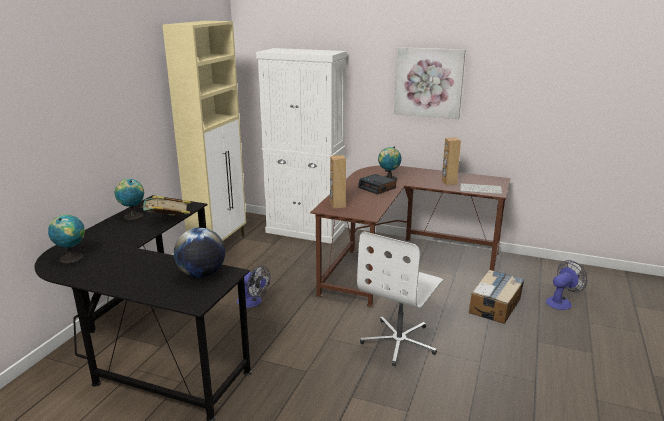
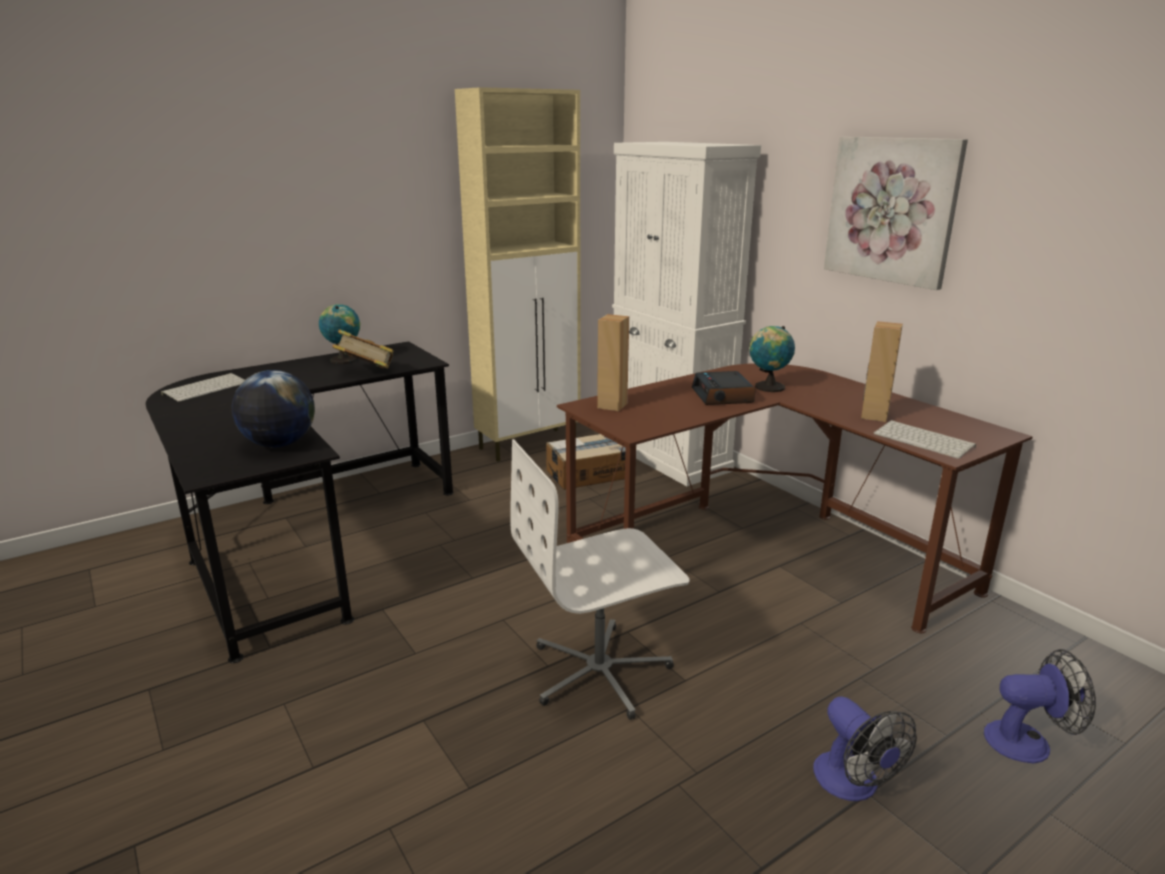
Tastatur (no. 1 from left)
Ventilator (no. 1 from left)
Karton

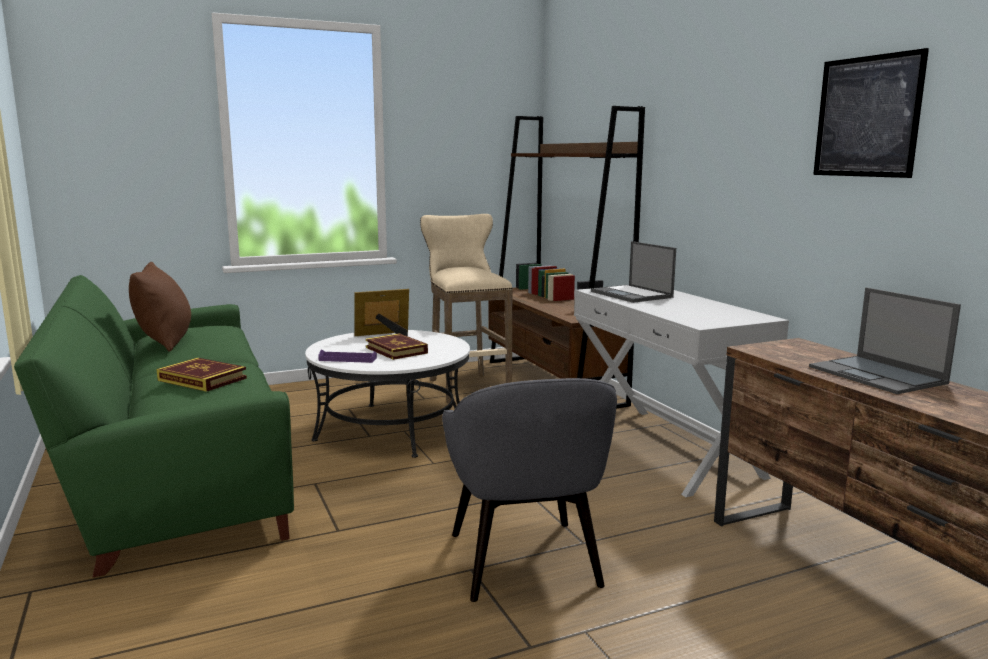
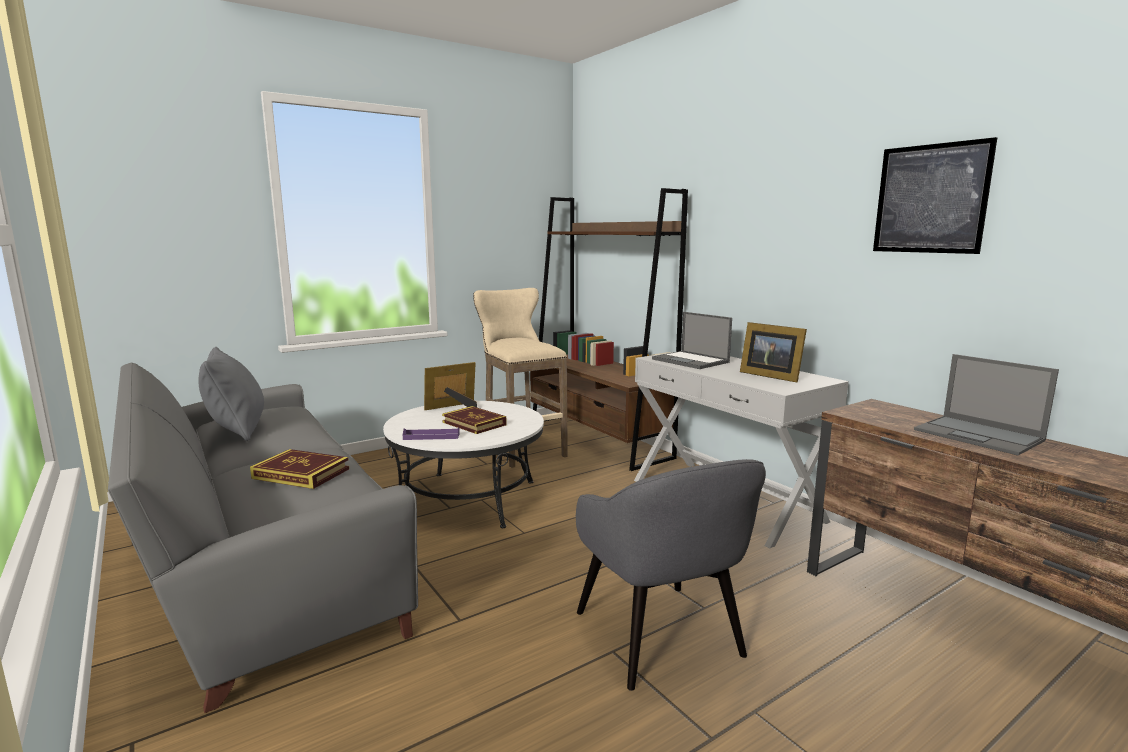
Sofa/grau
Kissen/grau
Bilderrahmen (no. 2 from left)

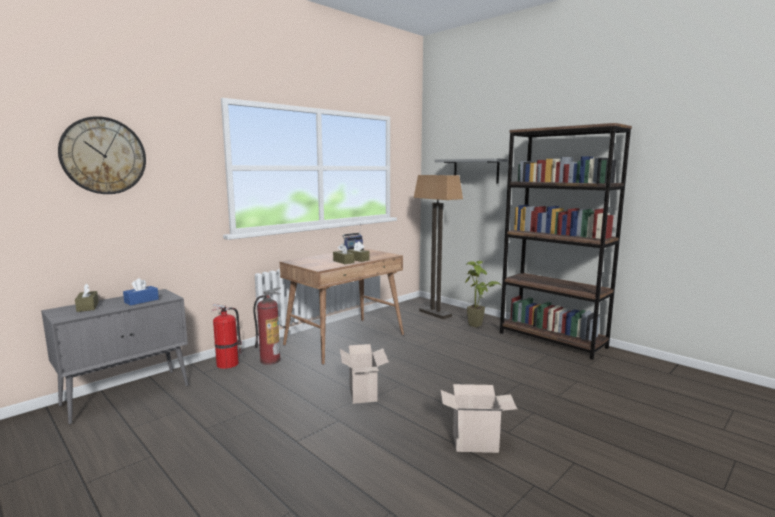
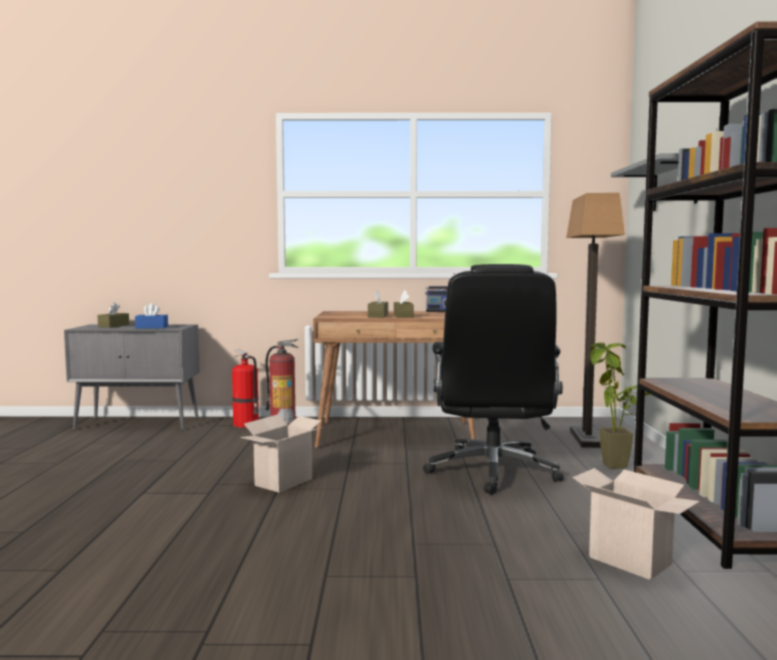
Wanduhr
Karton (no. 2 from left)
Bürostuhl/schwarz

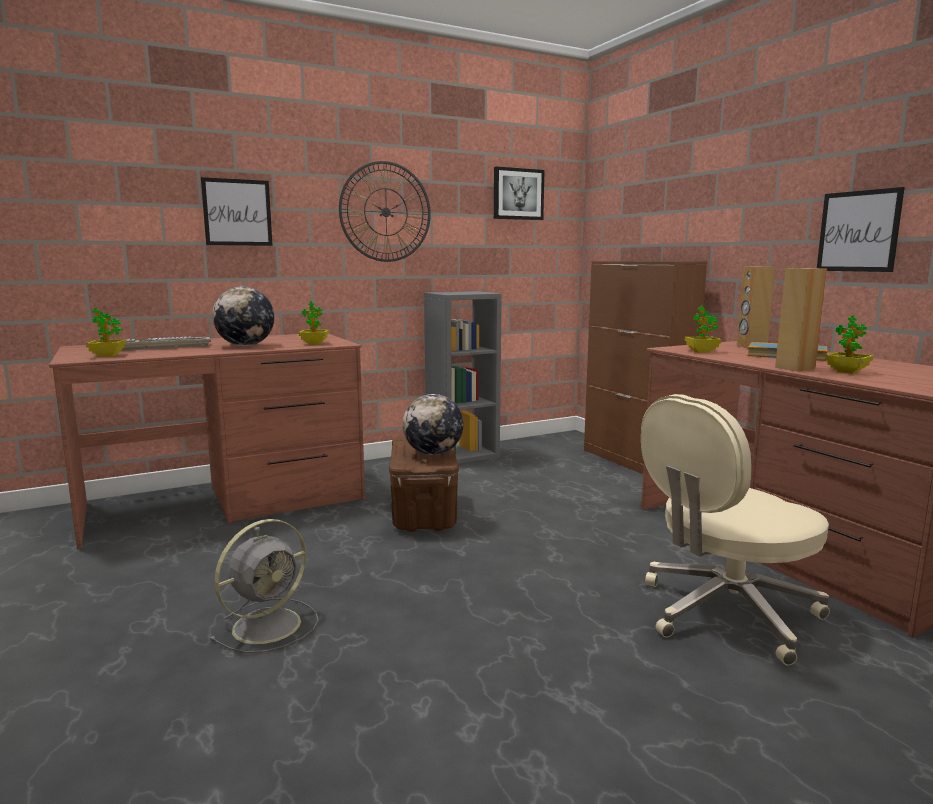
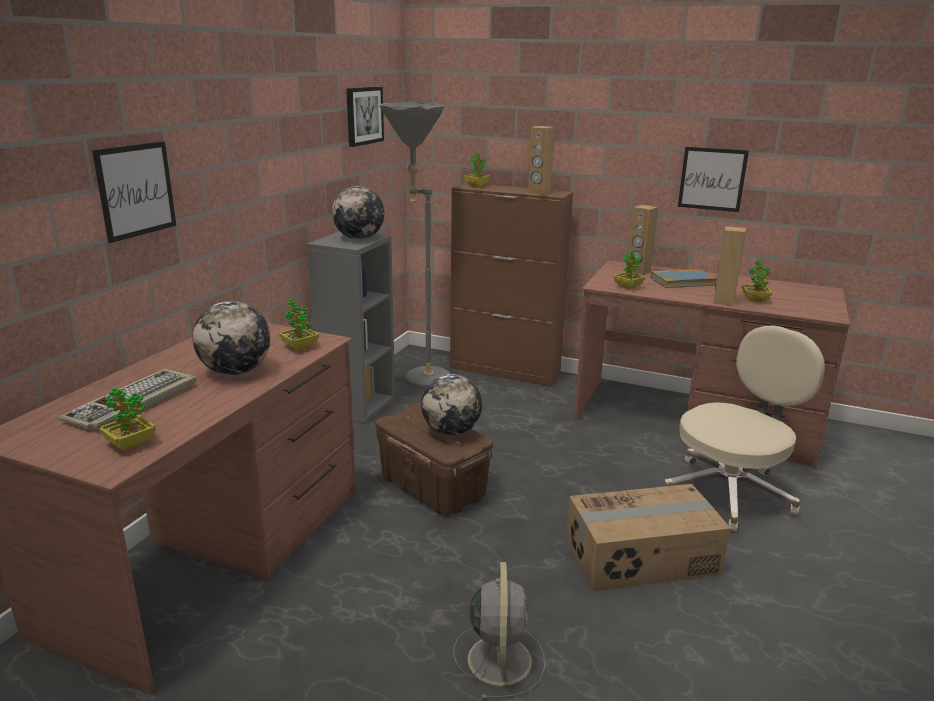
Wanduhr
Bürostuhl/beige
Globus (no. 2 from left)
Stehlampe/grau
Topfpflanze (no. 3 from left)
Lautsprecher/braun (no. 1 from left)
Karton

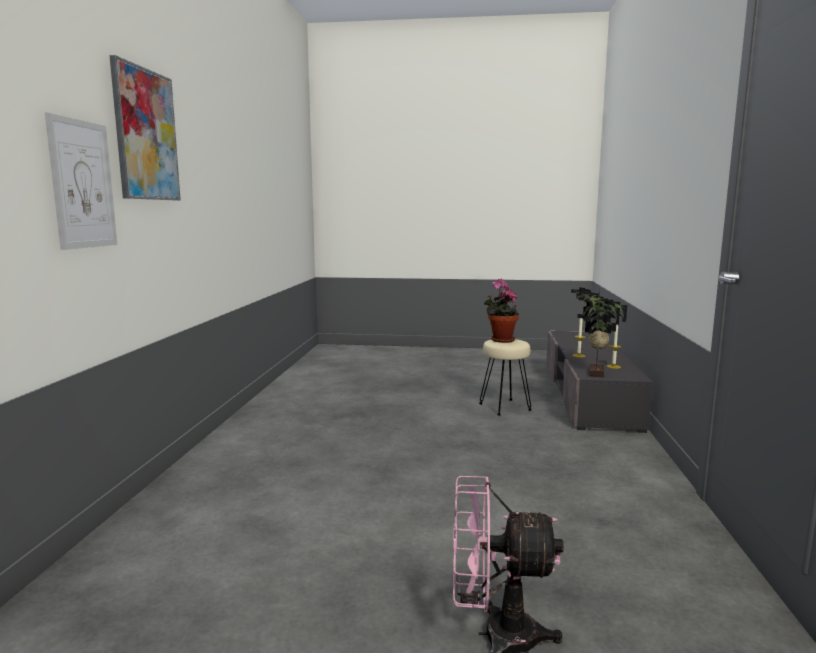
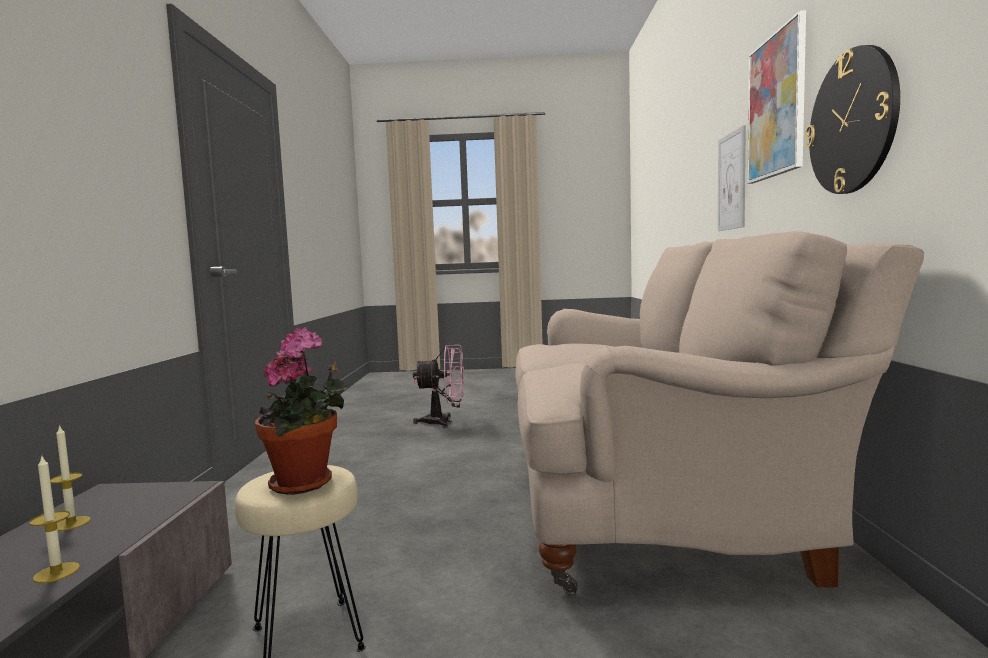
Topfpflanze (no. 2 from left in the first image)
Sofa/beige
Wanduhr

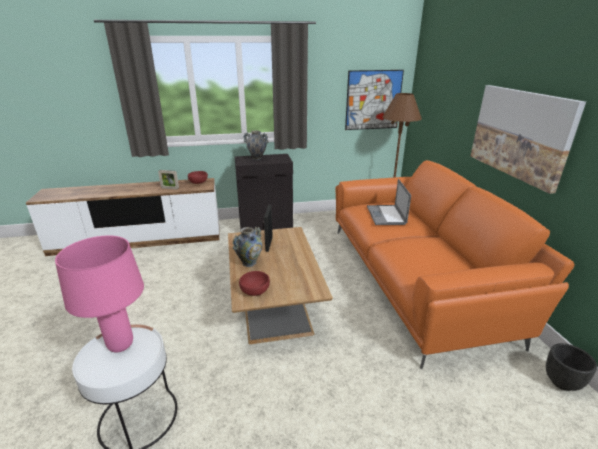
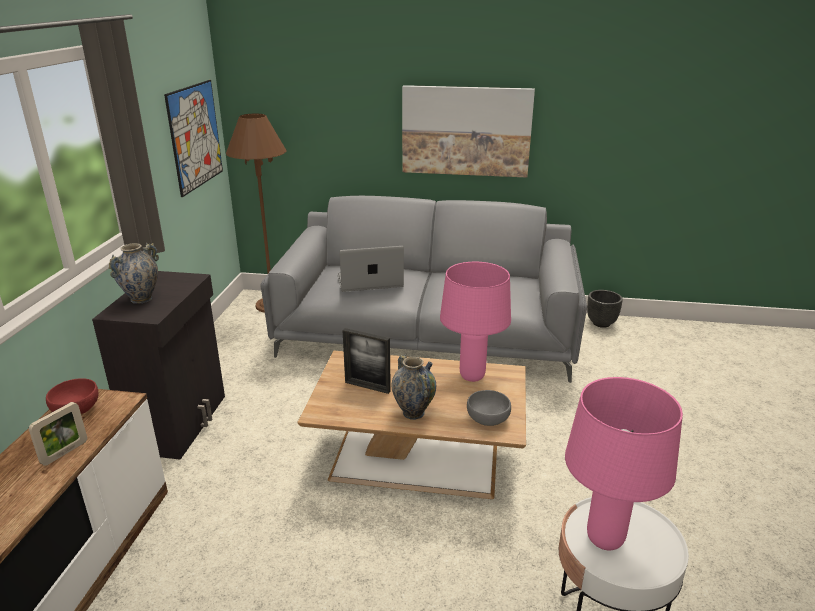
Schüssel/grau
Sofa/grau
Laptop
Tischlampe/rosa (no. 1 from left)

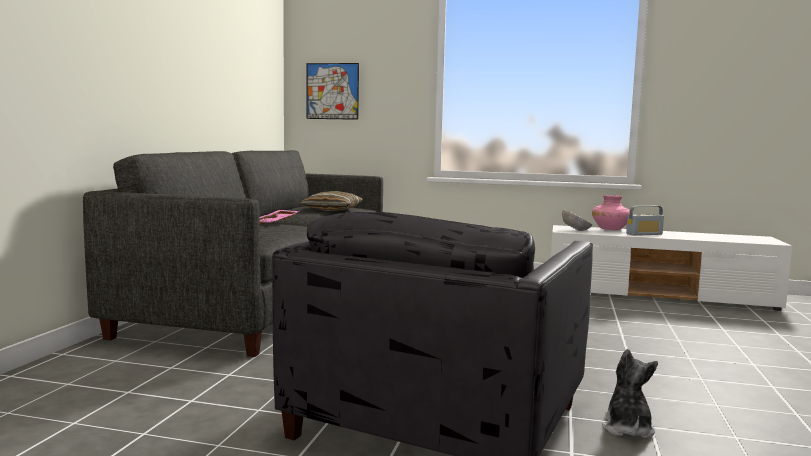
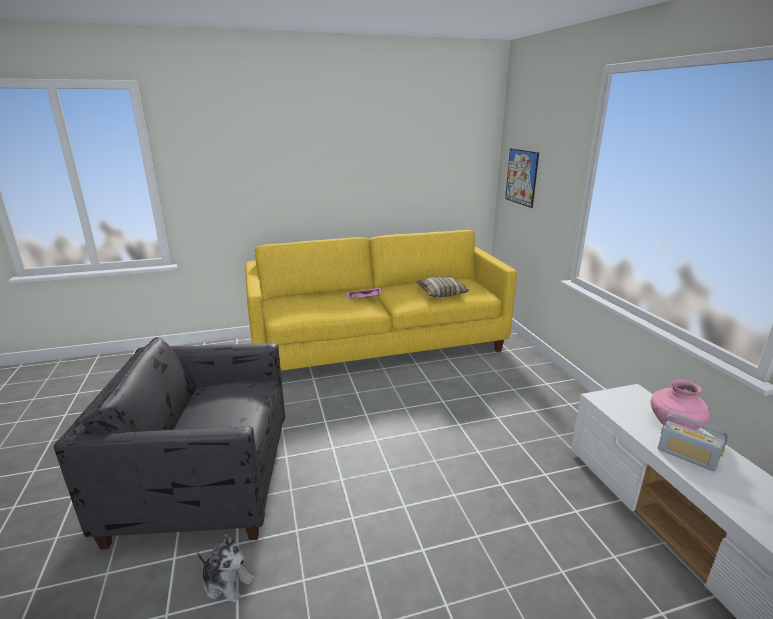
Sofa/gelb
Schüssel
Plüschtier

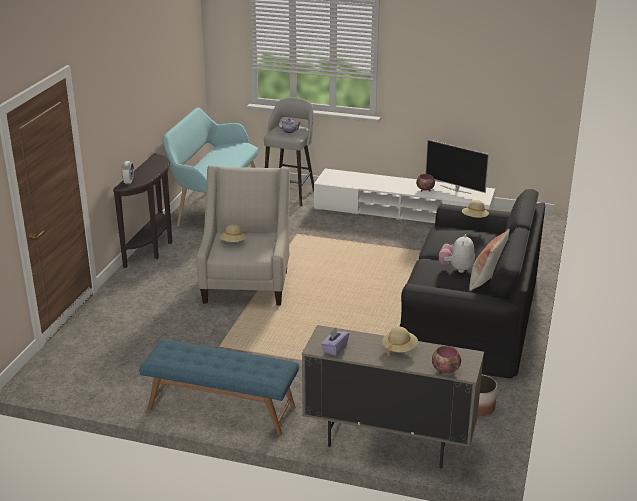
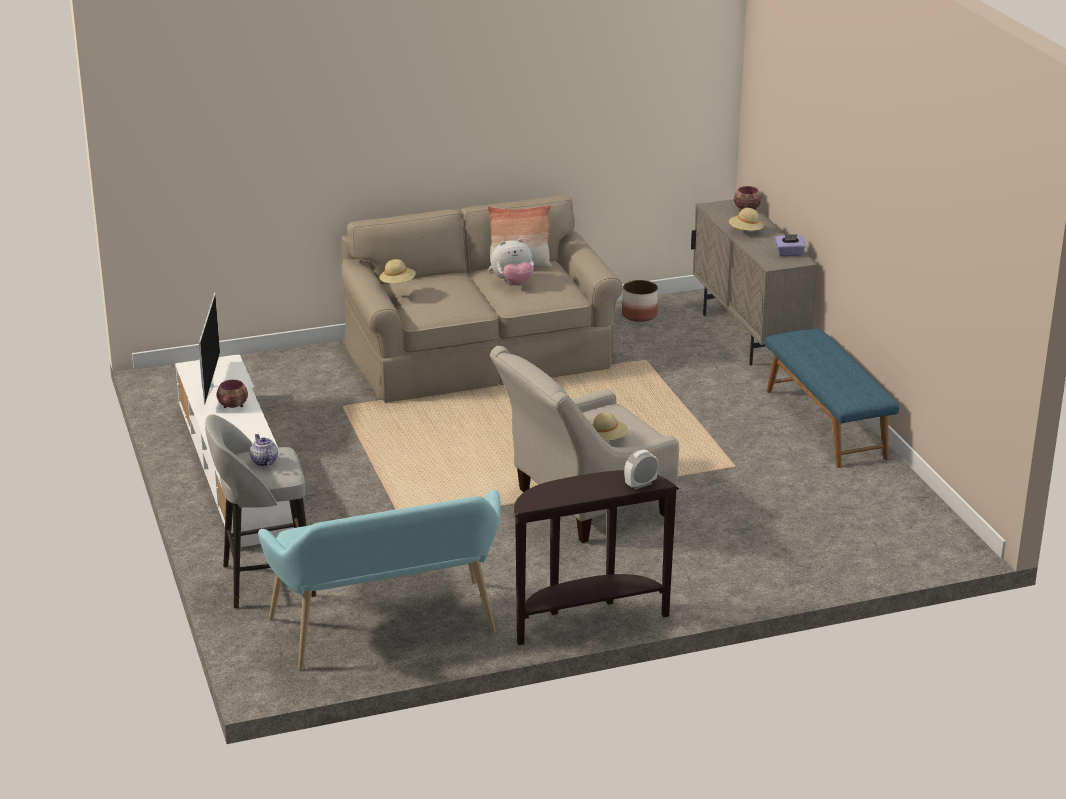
Sofa/beige

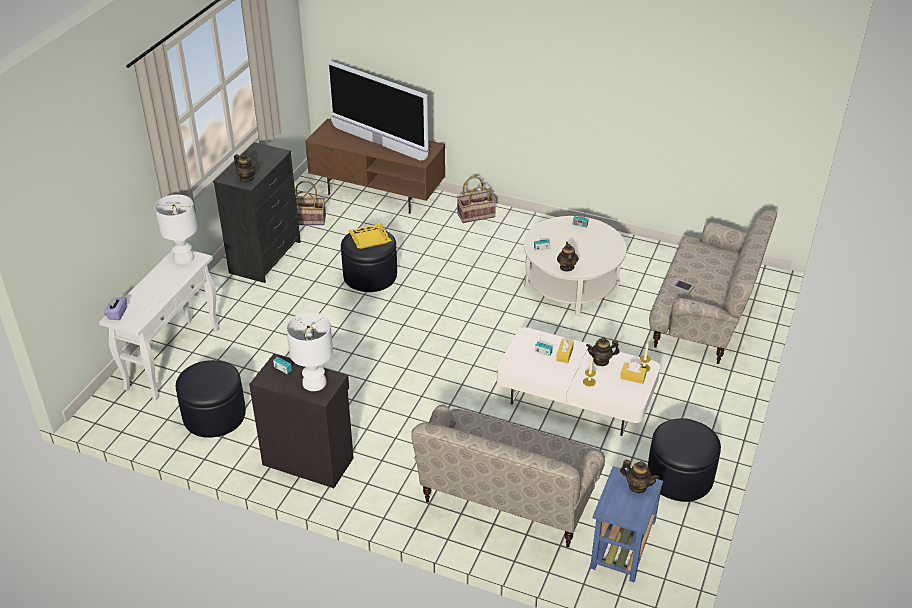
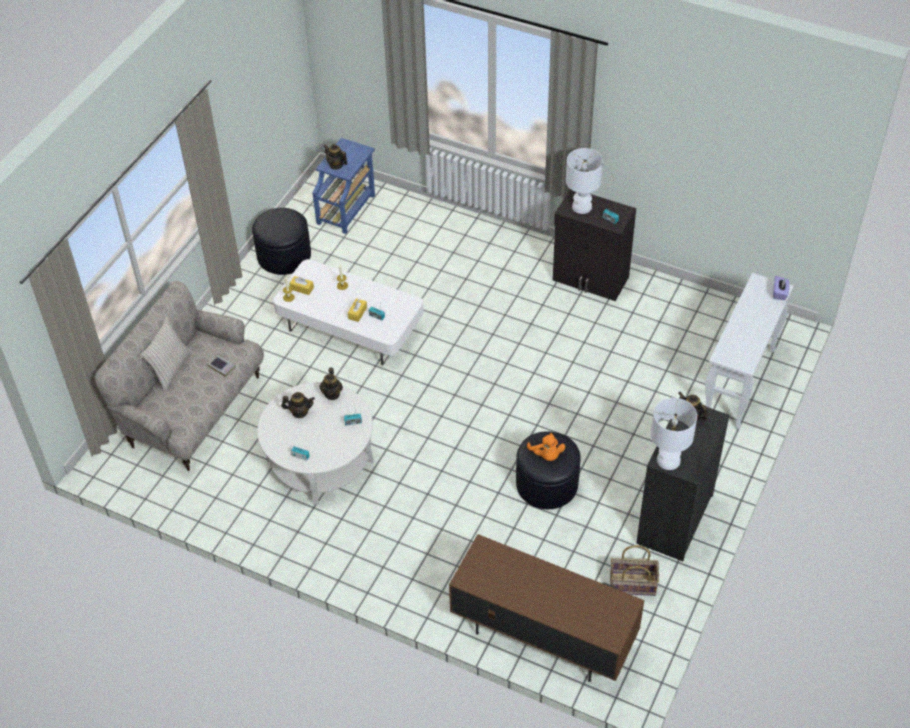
Tischlampe/weiß (no. 2 from left)
Polsterhocker/schwarz (no. 1 from left in the first image)
Fernseher
Plüschtier/orange
Sofa/beige (no. 1 from left in the first image)
Korb (no. 2 from left in the first image)
Teekanne (no. 1 from left)
Kissen/beige

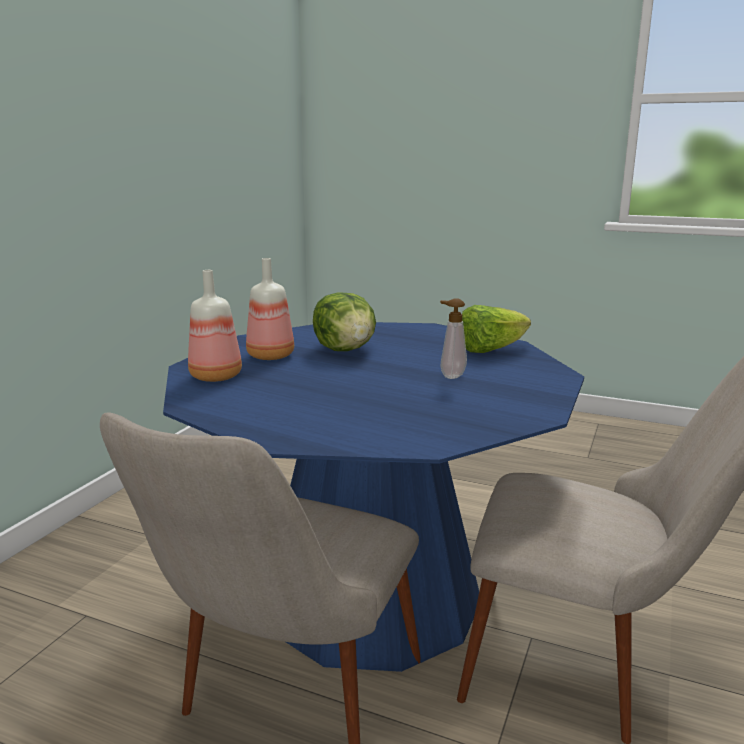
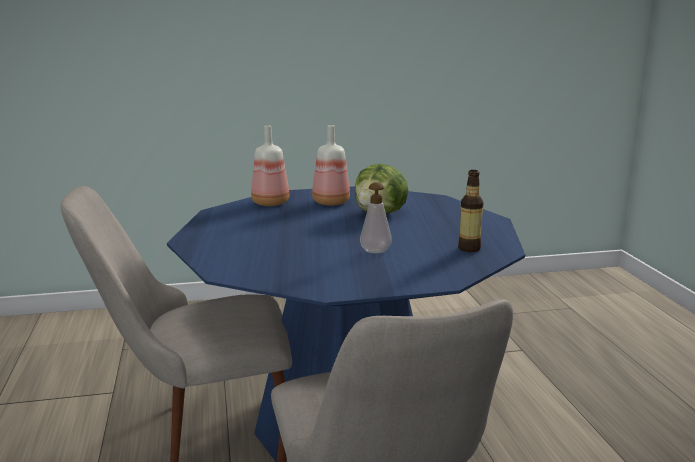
Flasche (no. 3 from left)

